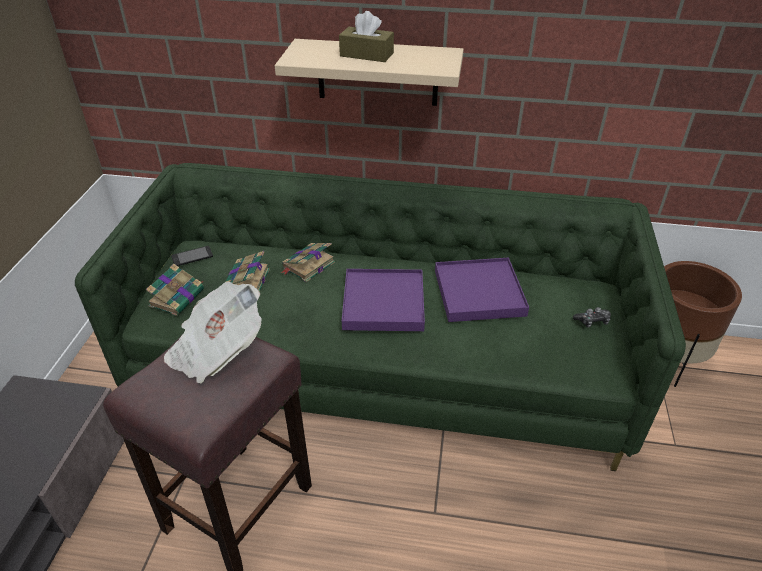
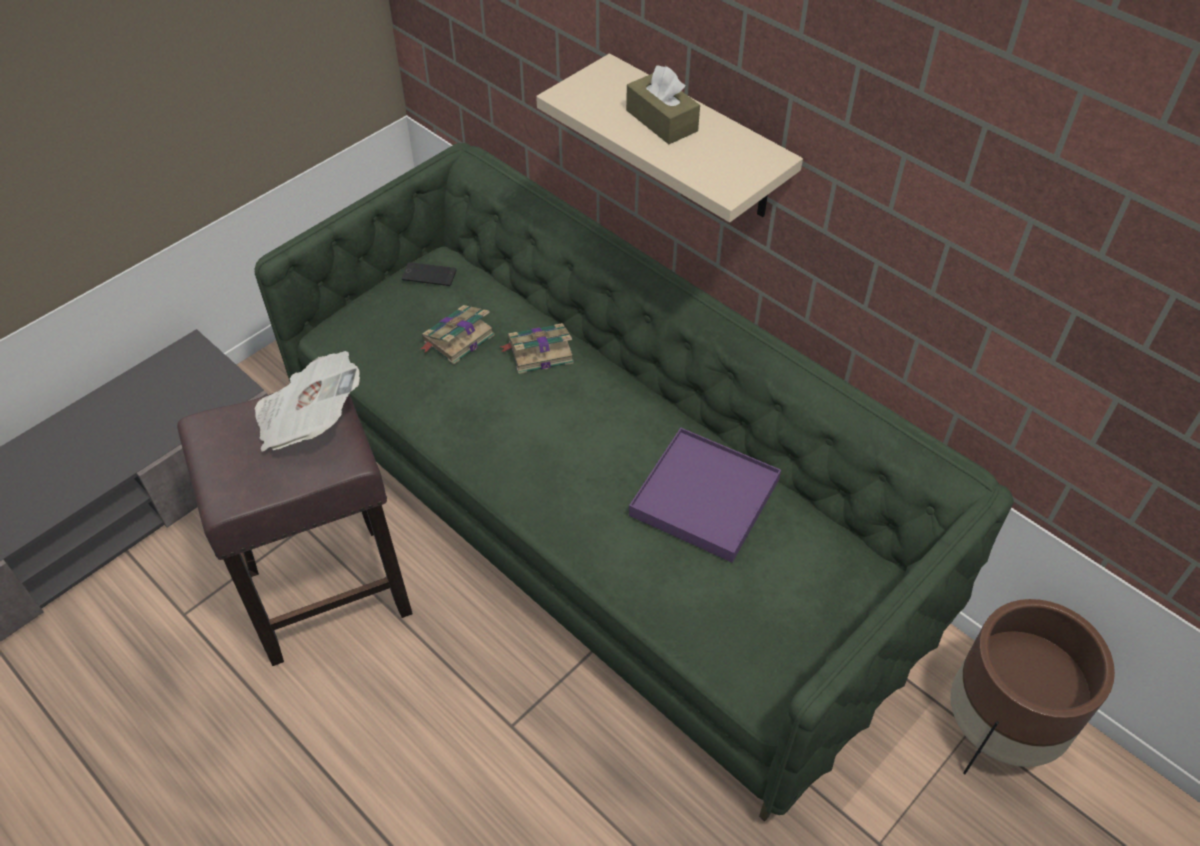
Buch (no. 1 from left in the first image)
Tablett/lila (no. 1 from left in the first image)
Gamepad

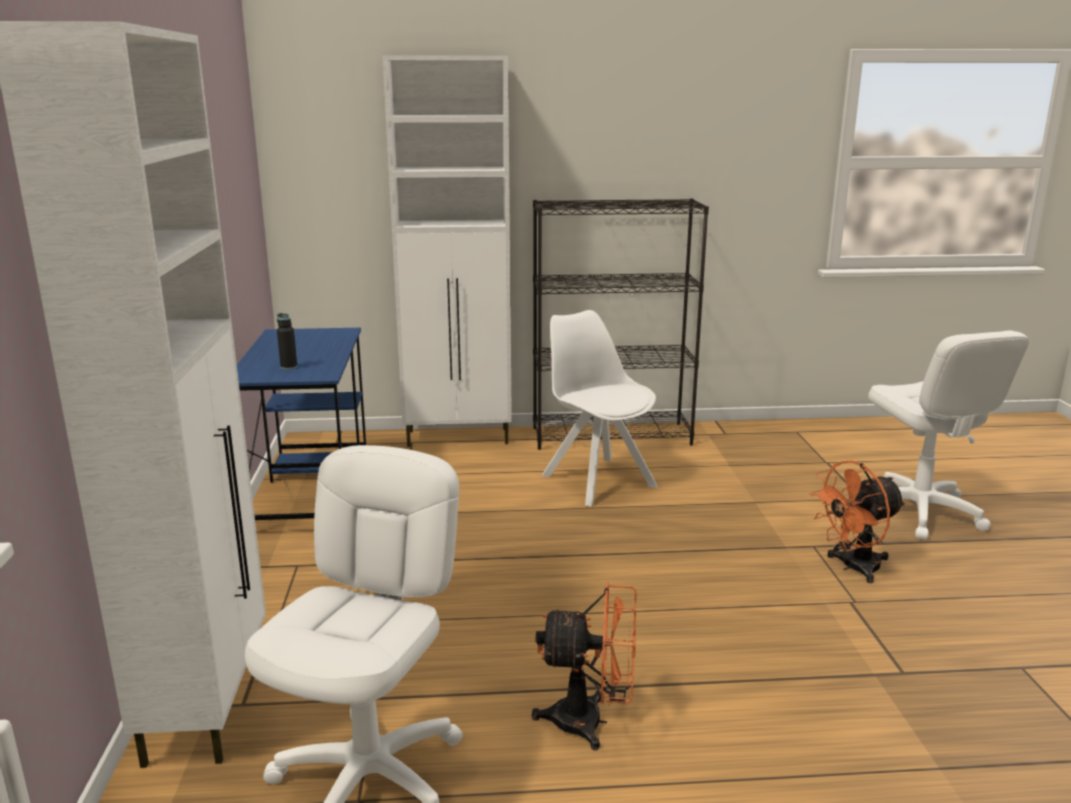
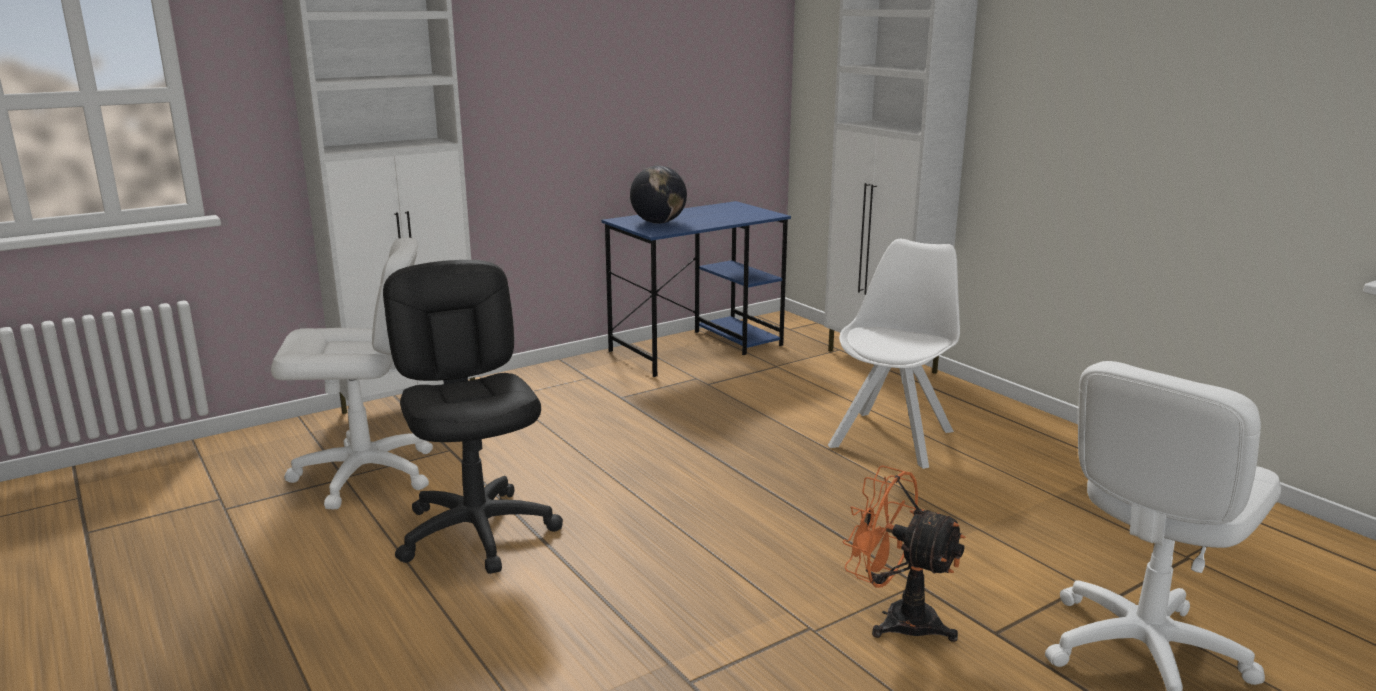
Globus
Bürostuhl/schwarz
Bücherregal/schwarz

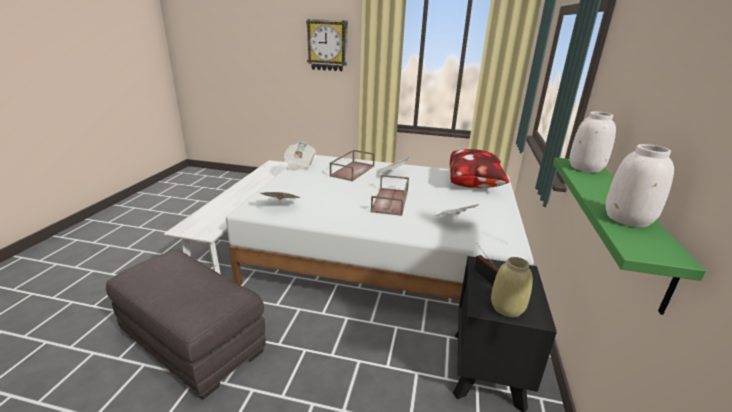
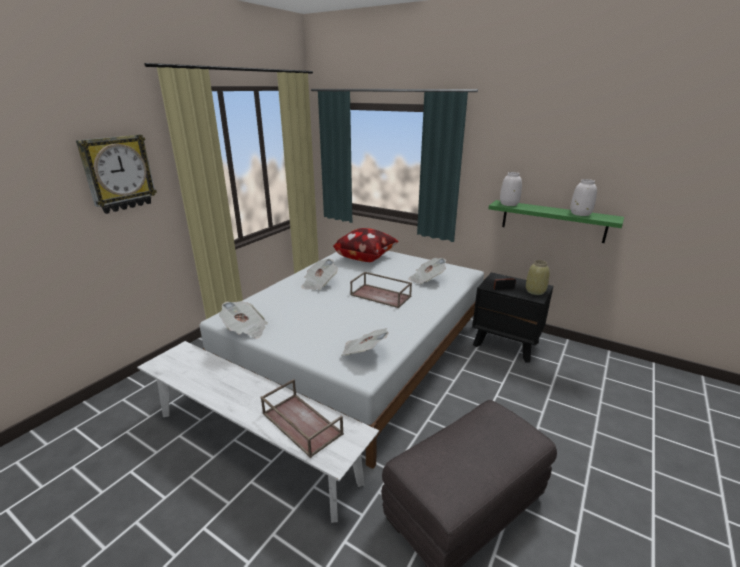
Tablett/braun (no. 1 from left)

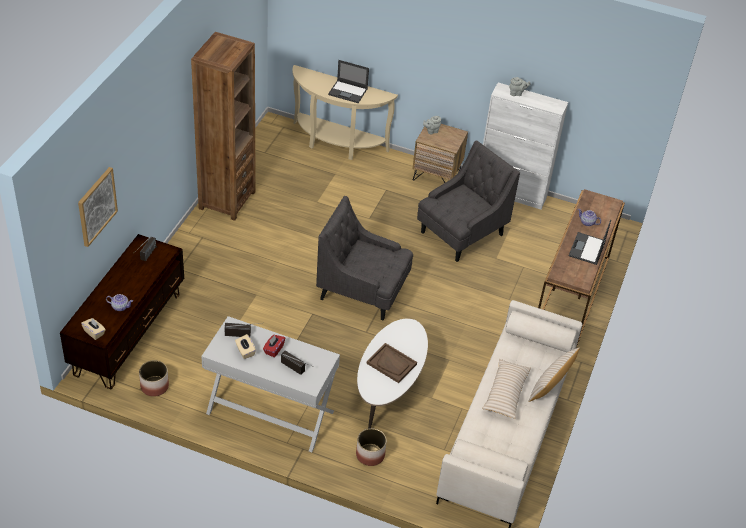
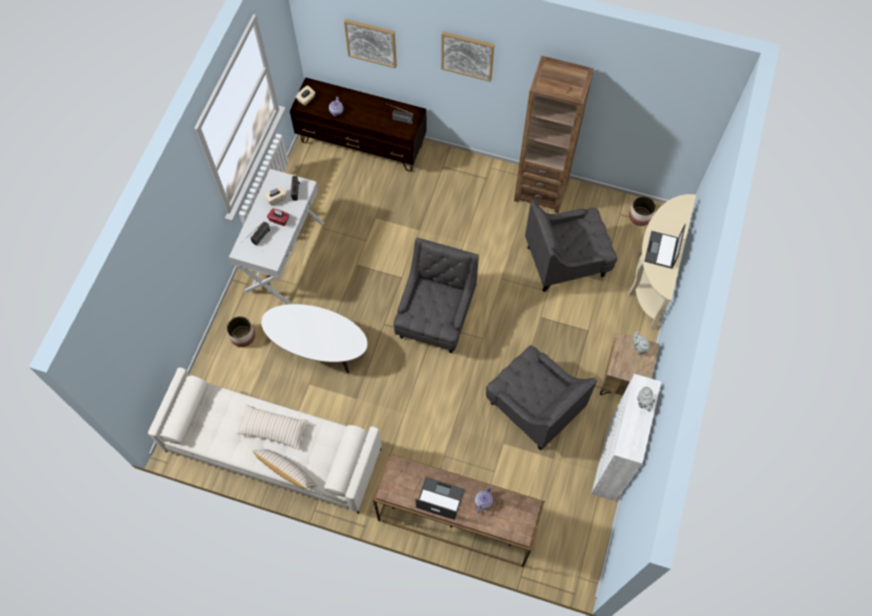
Pflanzkübel (no. 2 from left)
Tablett/braun
Bild (no. 2 from left)
Sessel/grau (no. 3 from left)

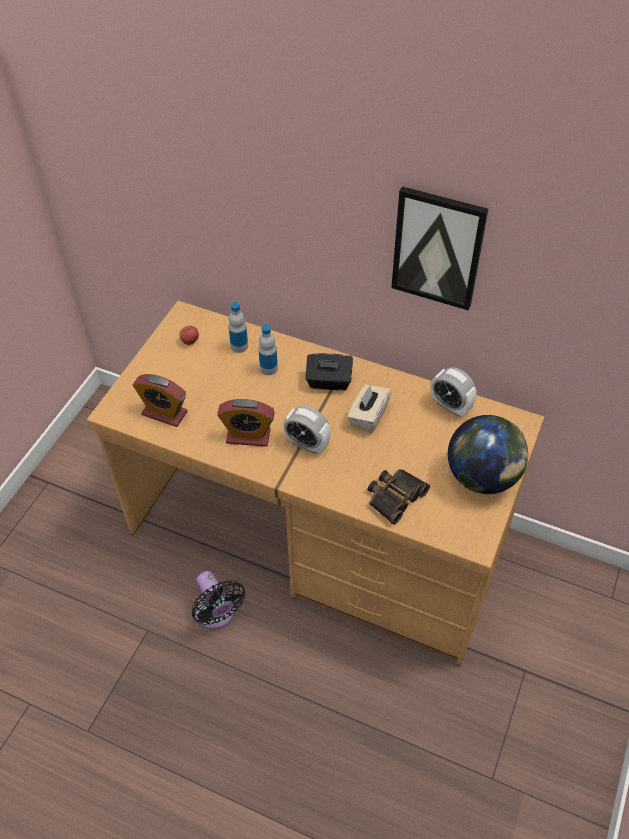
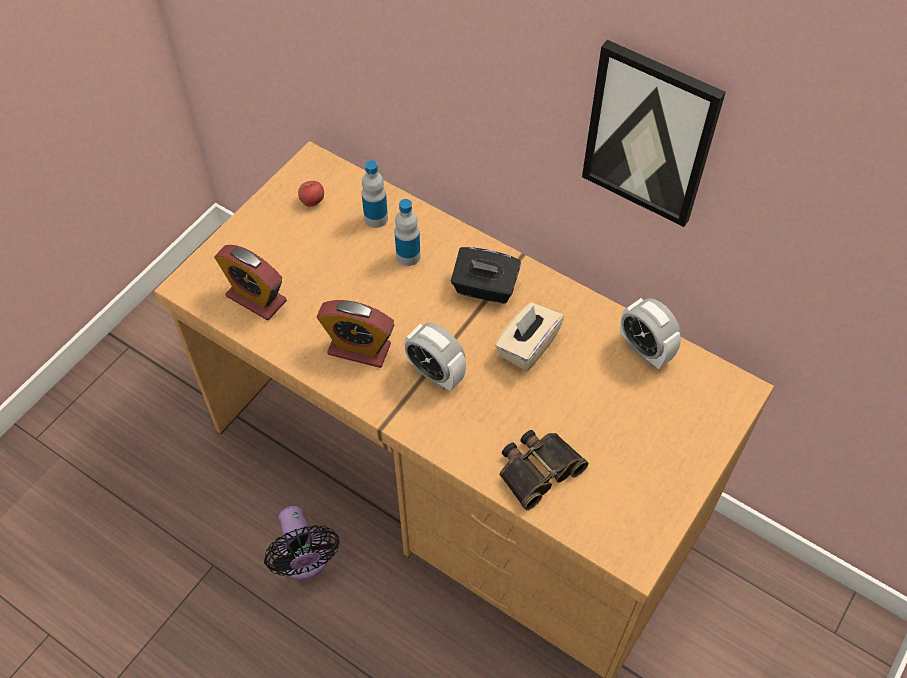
Globus

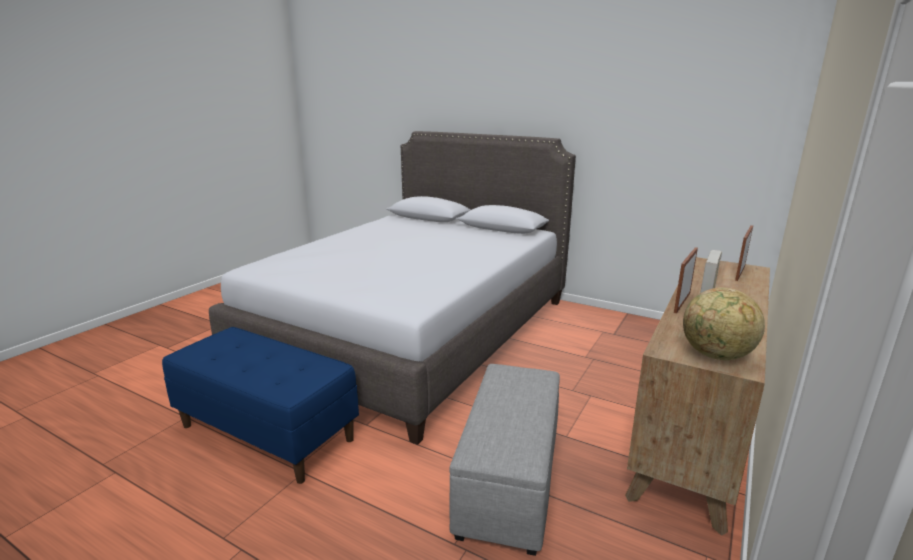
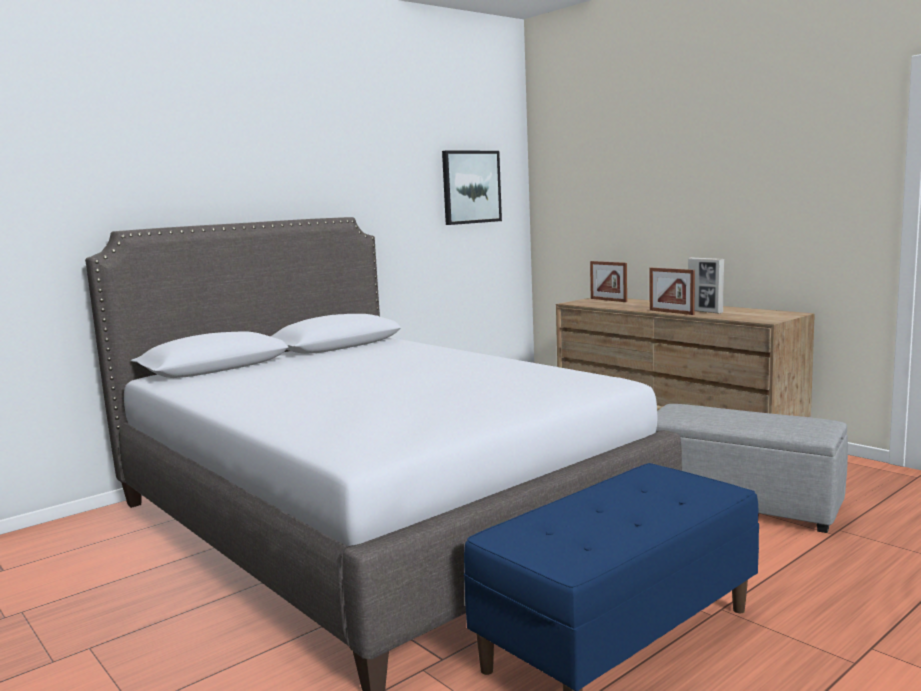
Globus
Bild

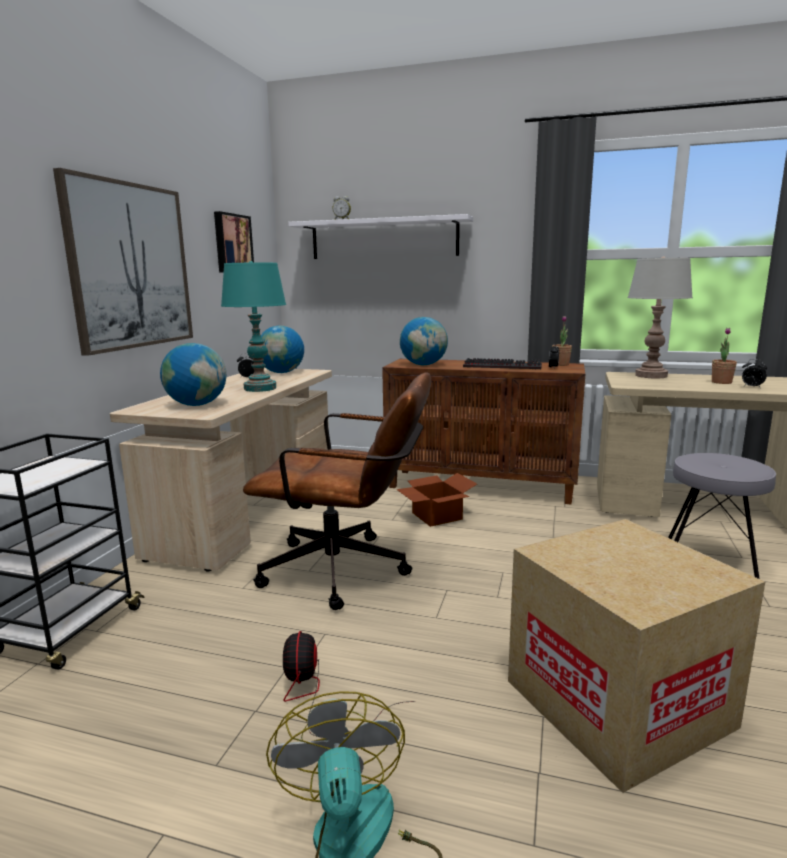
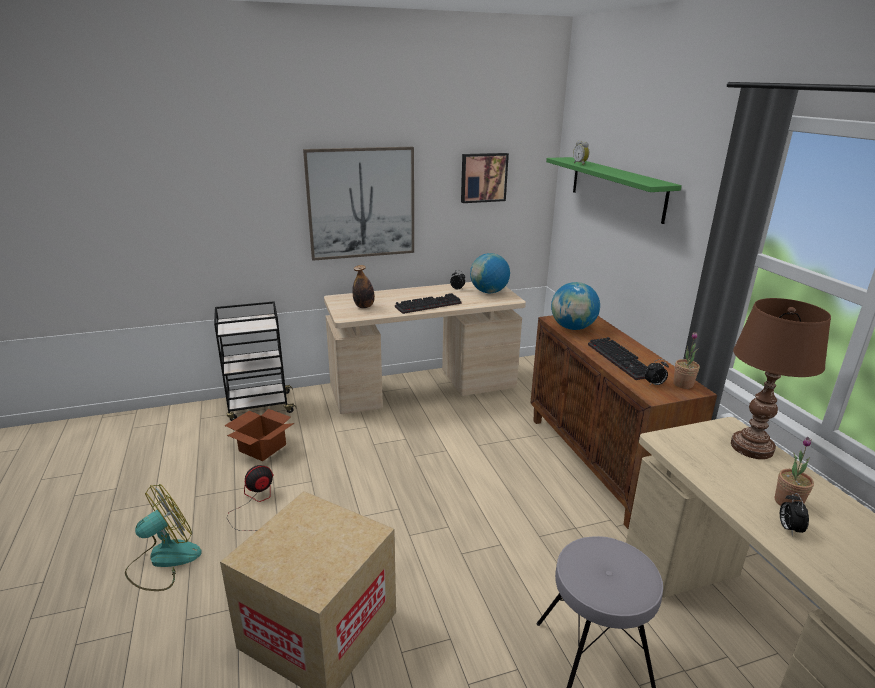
Flasche
Tastatur (no. 1 from left)
Bürostuhl/braun
Wandregal/grün
Karton (no. 1 from left)
Tischlampe/braun

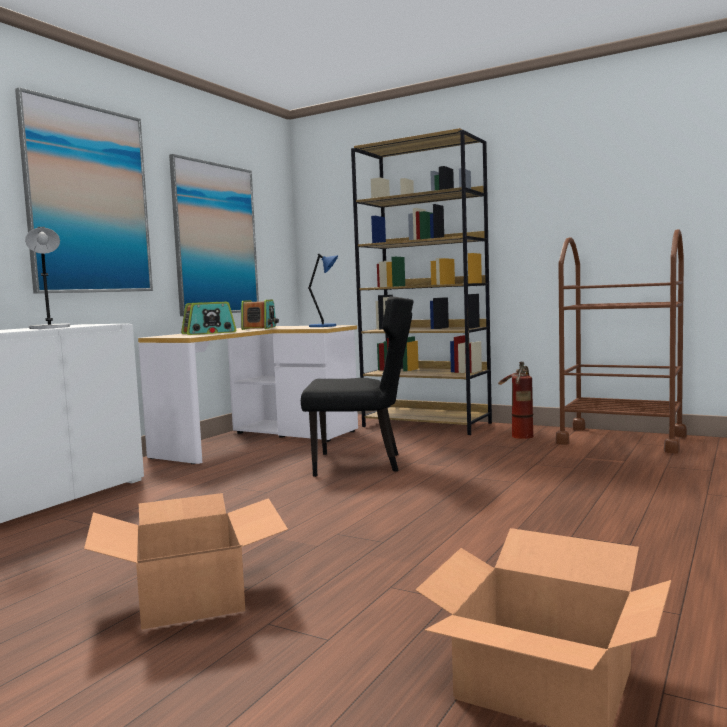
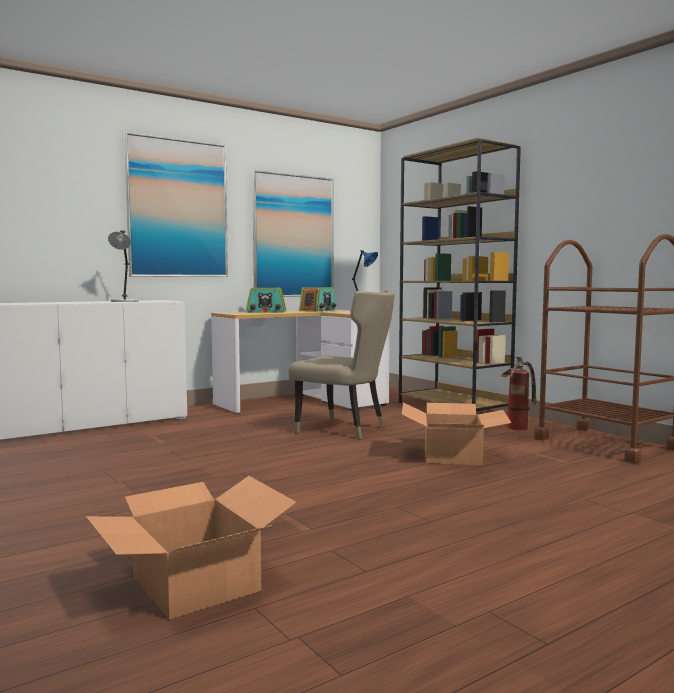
Karton (no. 2 from left)
Stuhl/beige

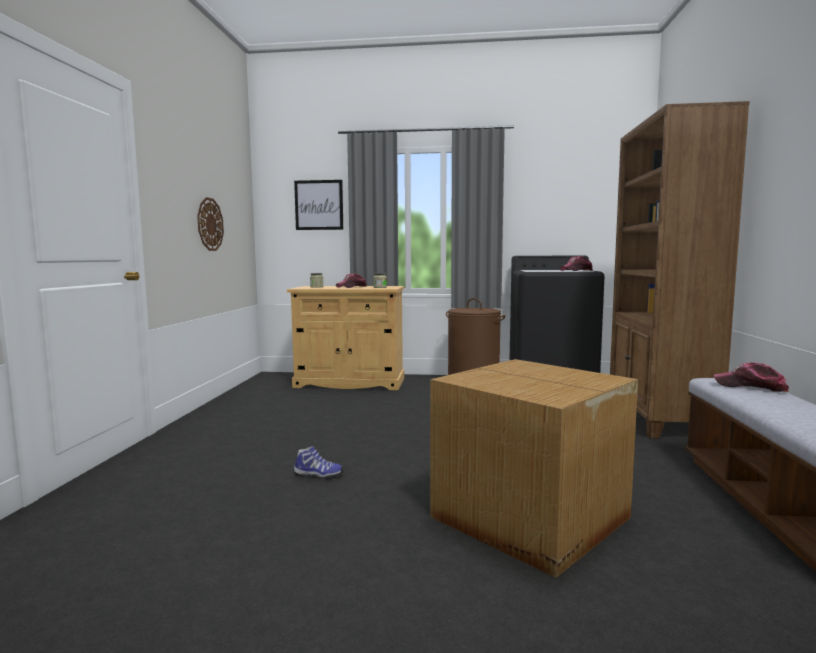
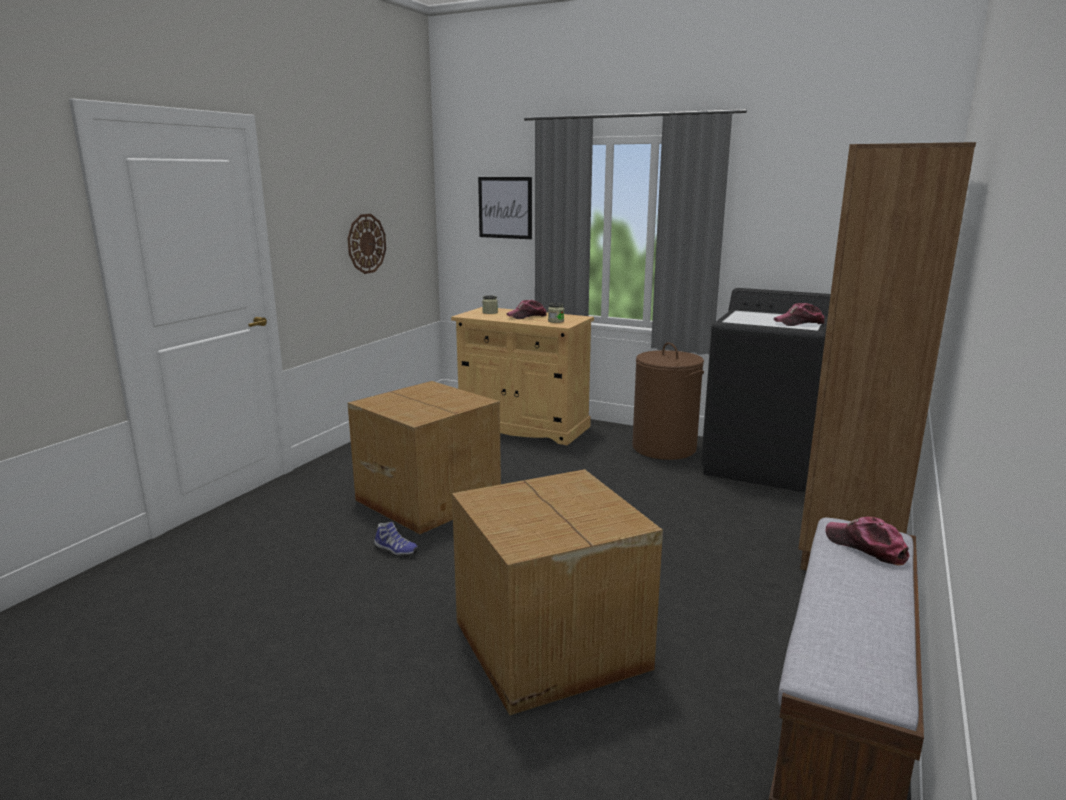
Karton (no. 1 from left)

